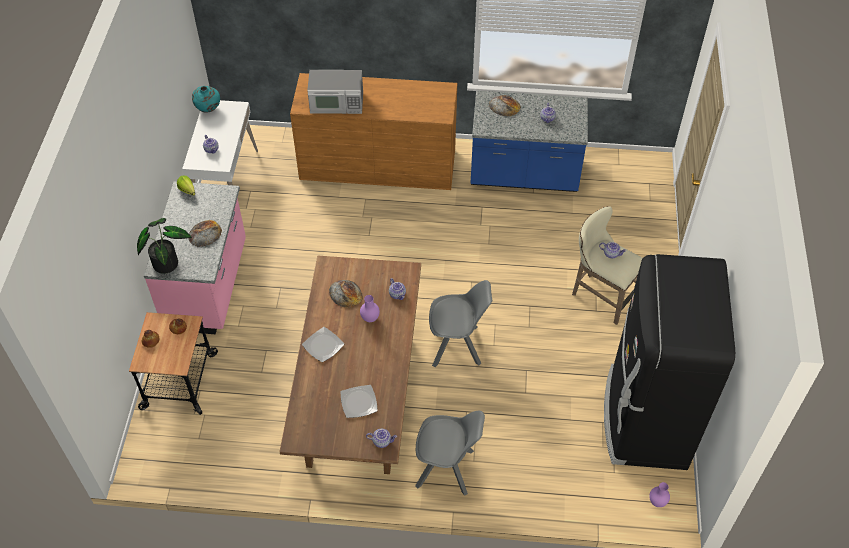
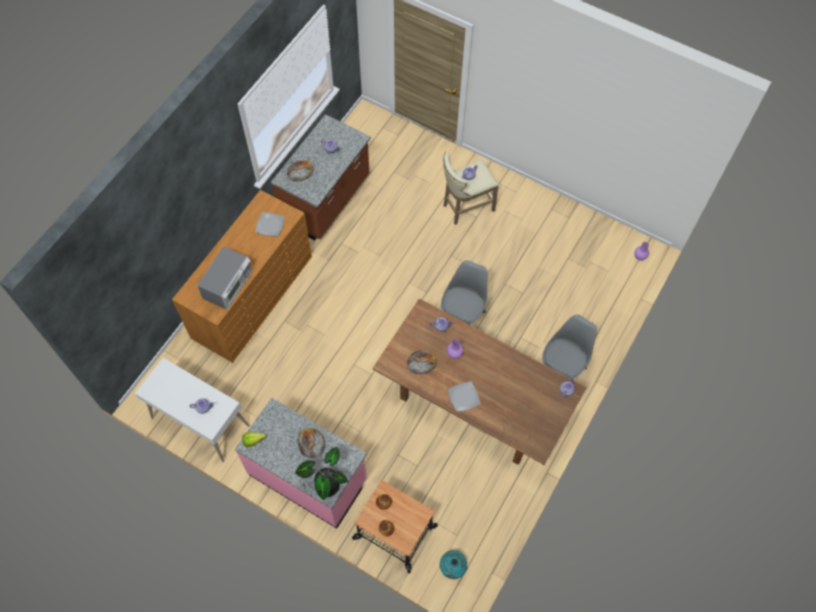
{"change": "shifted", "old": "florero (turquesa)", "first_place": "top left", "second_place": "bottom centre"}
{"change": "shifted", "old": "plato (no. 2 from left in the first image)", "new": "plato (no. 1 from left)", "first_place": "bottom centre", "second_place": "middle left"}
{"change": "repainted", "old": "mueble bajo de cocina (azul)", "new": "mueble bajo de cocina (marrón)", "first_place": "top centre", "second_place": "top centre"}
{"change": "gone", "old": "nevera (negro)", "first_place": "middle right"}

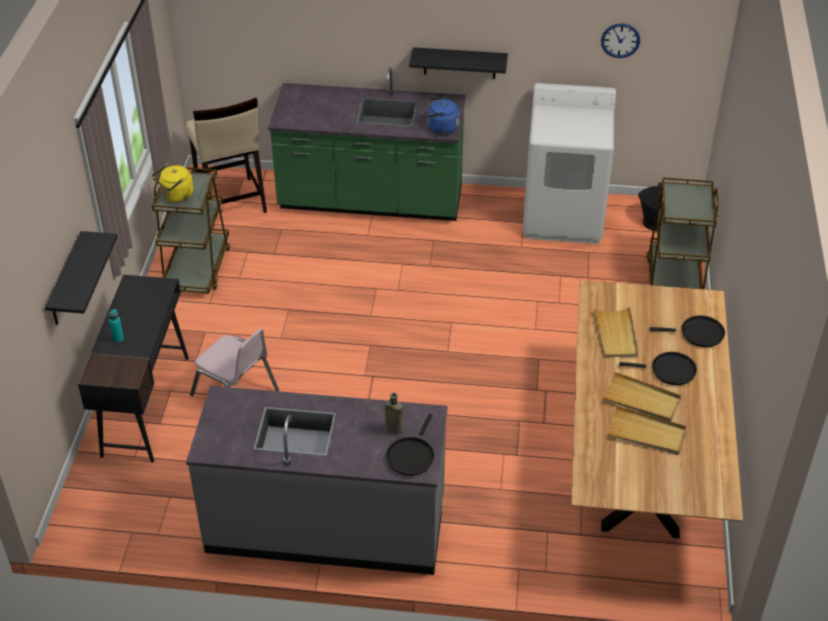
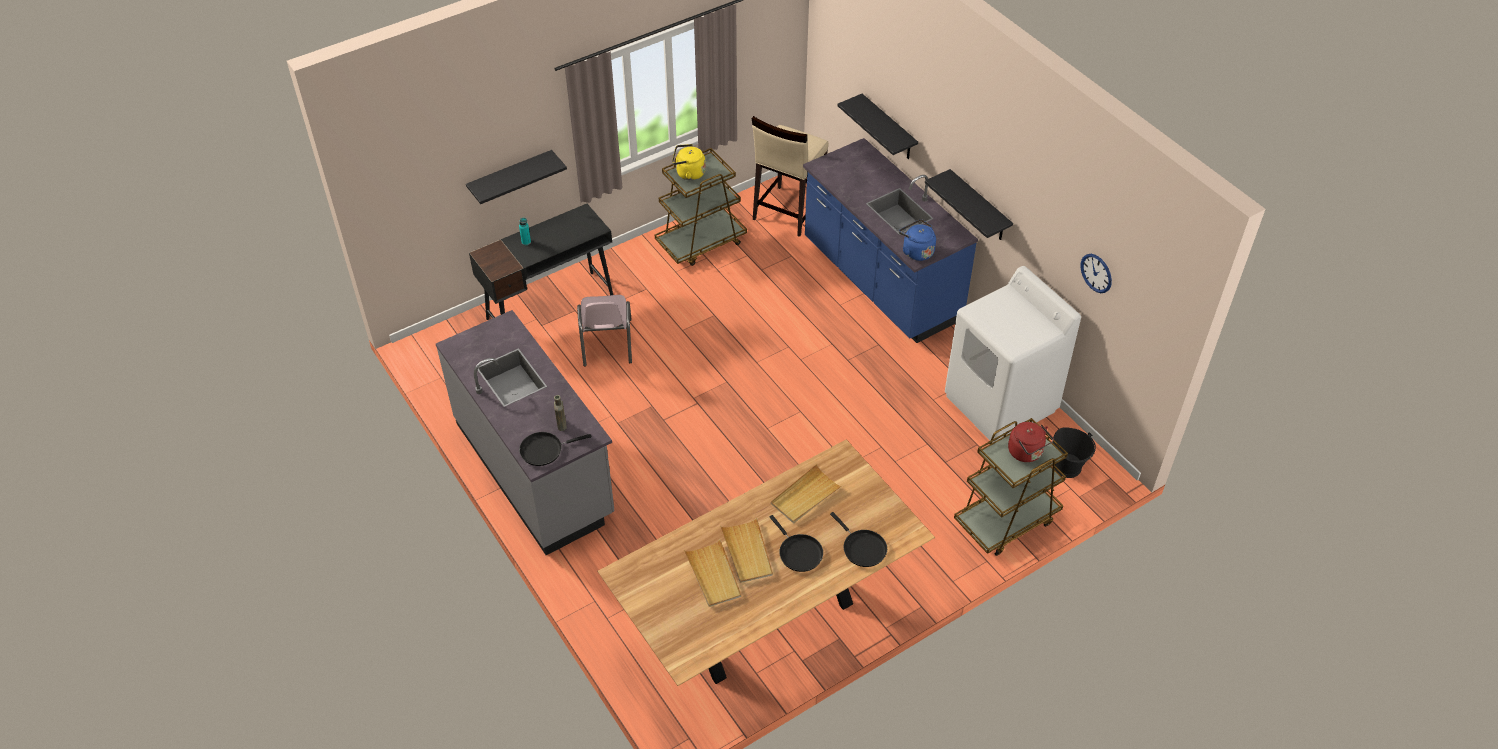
{"change": "repainted", "old": "mueble bajo de cocina (verde)", "new": "mueble bajo de cocina (azul)", "first_place": "top centre", "second_place": "top centre"}
{"change": "new", "new": "estante (negro) (no. 2 from left)", "second_place": "top centre"}
{"change": "new", "new": "hervidor (rojo)", "second_place": "middle right"}

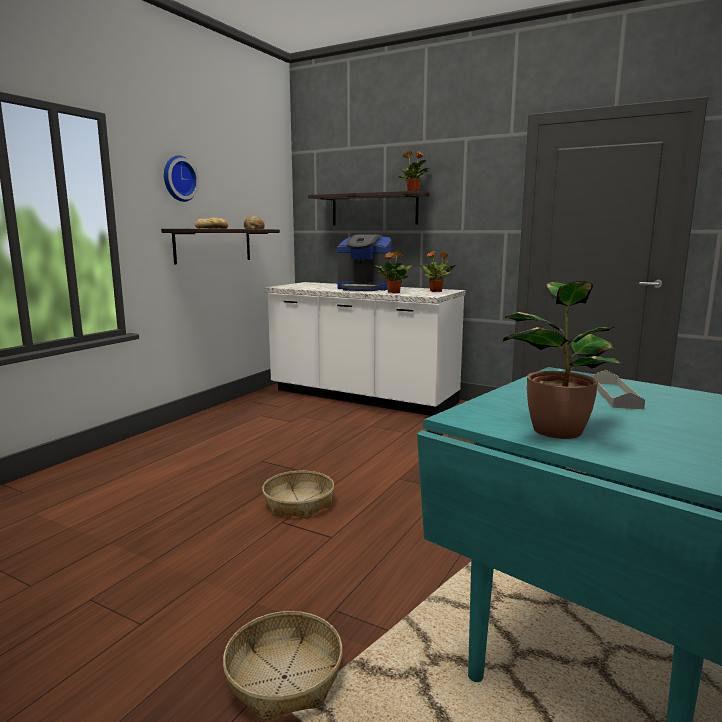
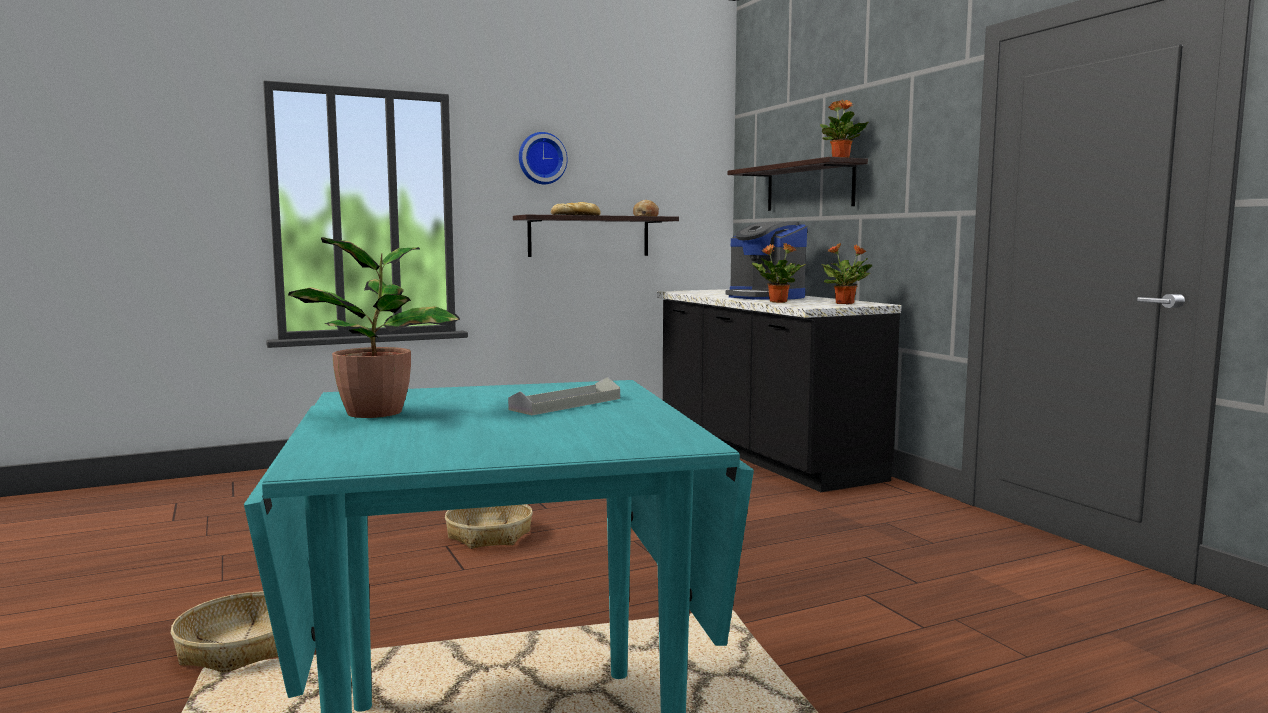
{"change": "repainted", "old": "mueble bajo de cocina (blanco)", "new": "mueble bajo de cocina (negro)", "first_place": "centre", "second_place": "centre"}

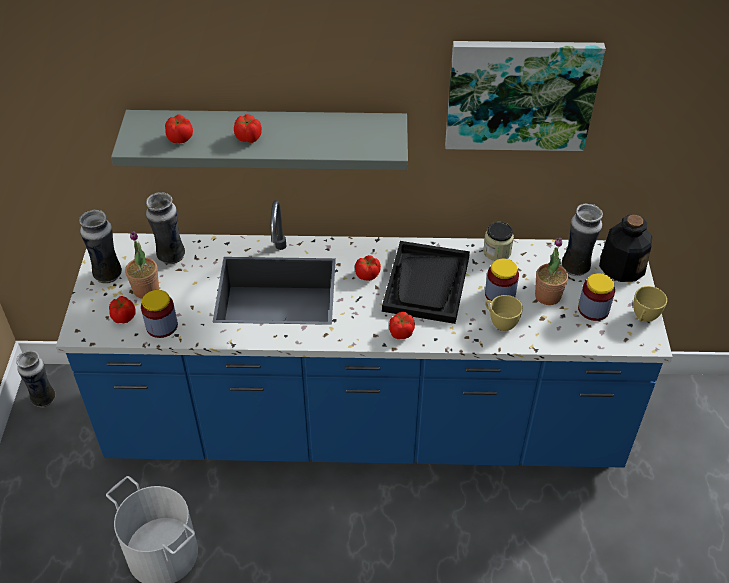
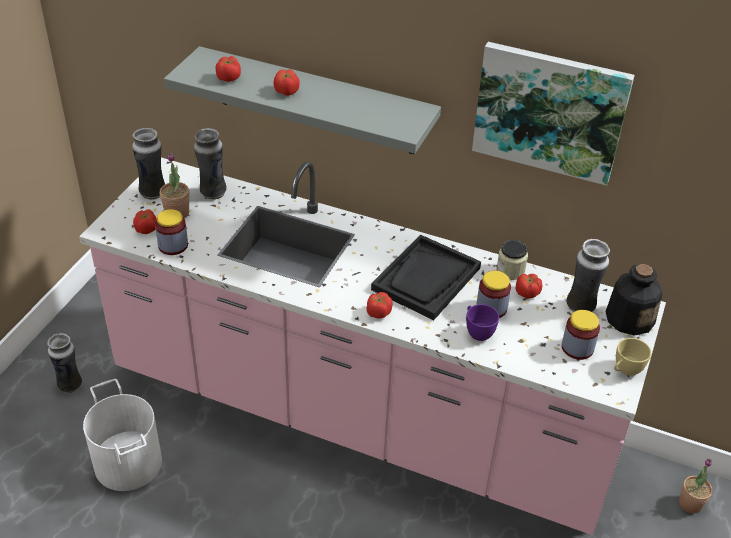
{"change": "shifted", "old": "florero (no. 1 from left)", "first_place": "middle left", "second_place": "bottom left"}
{"change": "repainted", "old": "mueble bajo de cocina (azul)", "new": "mueble bajo de cocina (rosa)", "first_place": "centre", "second_place": "centre"}
{"change": "shifted", "old": "tomate (no. 4 from left in the first image)", "new": "tomate (no. 5 from left)", "first_place": "centre", "second_place": "middle right"}
{"change": "repainted", "old": "taza (amarillo) (no. 1 from left)", "new": "taza (morado)", "first_place": "middle right", "second_place": "centre"}
{"change": "shifted", "old": "planta en maceta (no. 2 from left)", "first_place": "middle right", "second_place": "bottom right"}

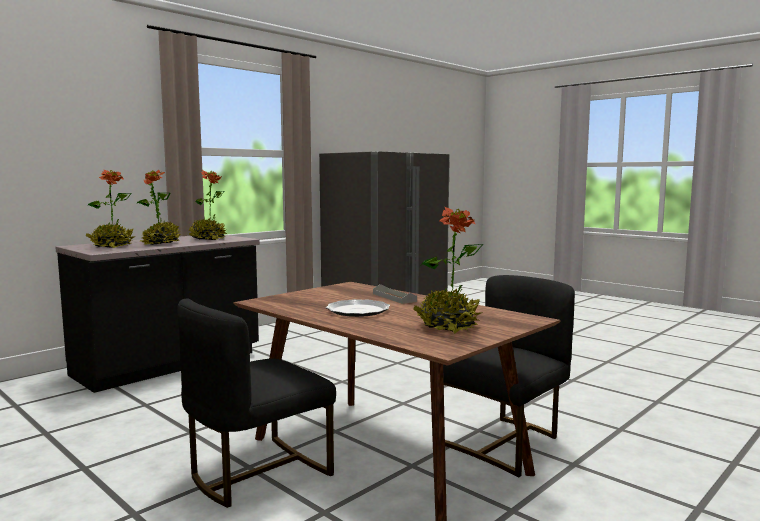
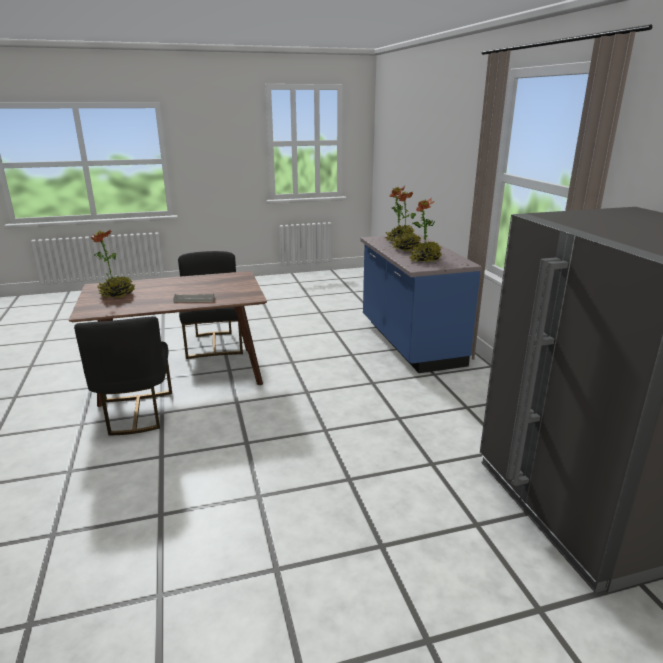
{"change": "repainted", "old": "mueble bajo de cocina (negro)", "new": "mueble bajo de cocina (azul)", "first_place": "middle left", "second_place": "centre"}
{"change": "gone", "old": "plato", "first_place": "centre"}

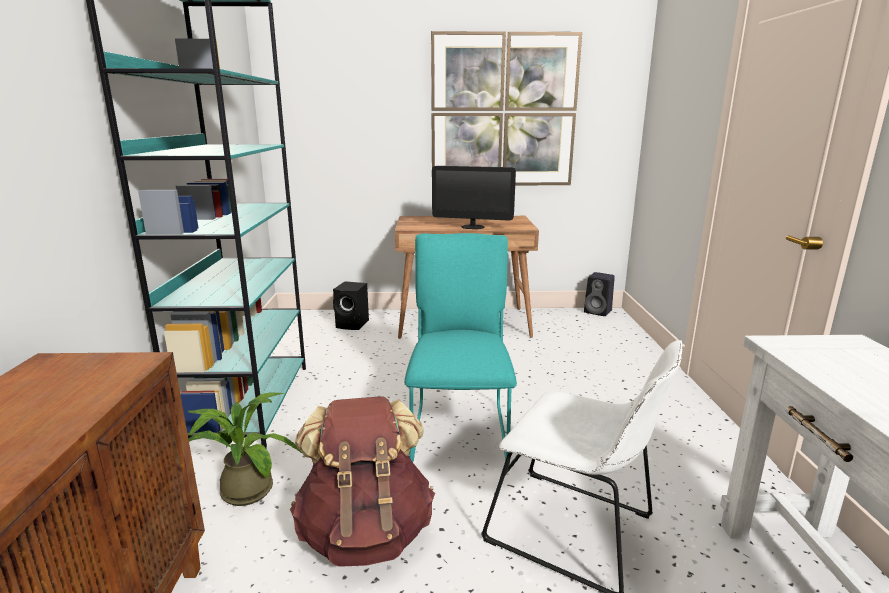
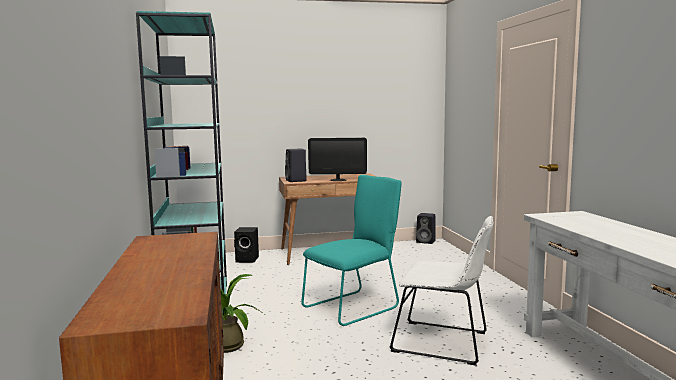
{"change": "gone", "old": "mochila (marrón)", "first_place": "bottom centre"}
{"change": "rotated", "old": "silla (turquesa)", "first_place": "centre", "second_place": "centre", "degrees": 60}
{"change": "gone", "old": "cuadro", "first_place": "top centre"}
{"change": "new", "new": "altavoz (negro) (no. 2 from left)", "second_place": "centre"}

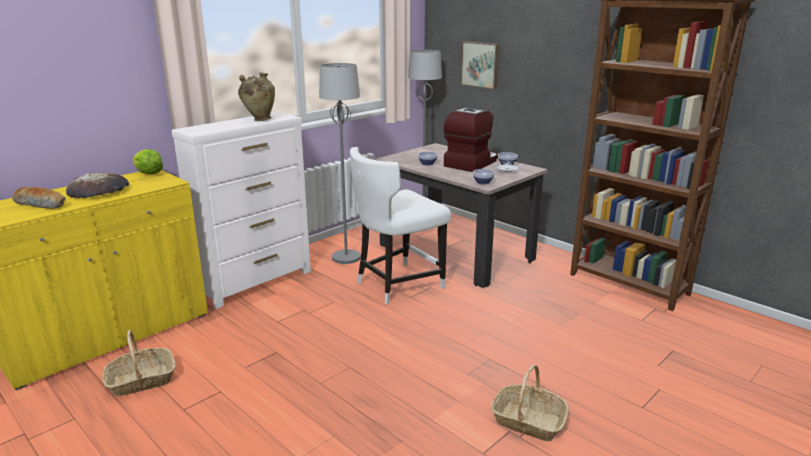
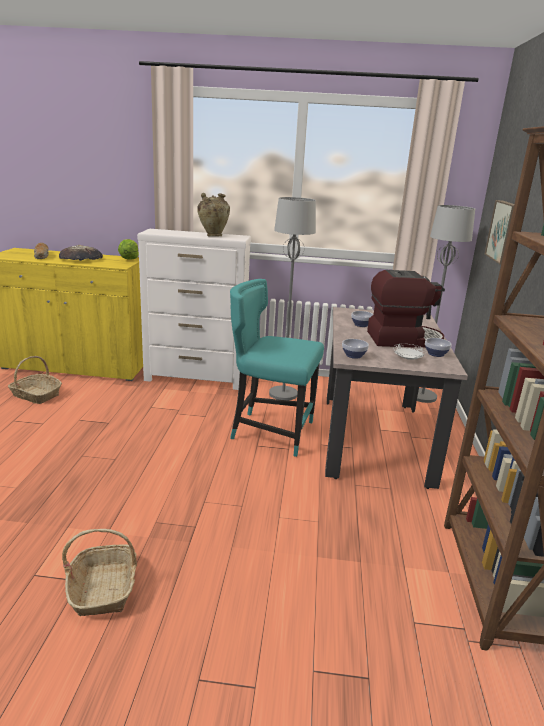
{"change": "repainted", "old": "silla (blanco)", "new": "silla (turquesa)", "first_place": "centre", "second_place": "centre"}

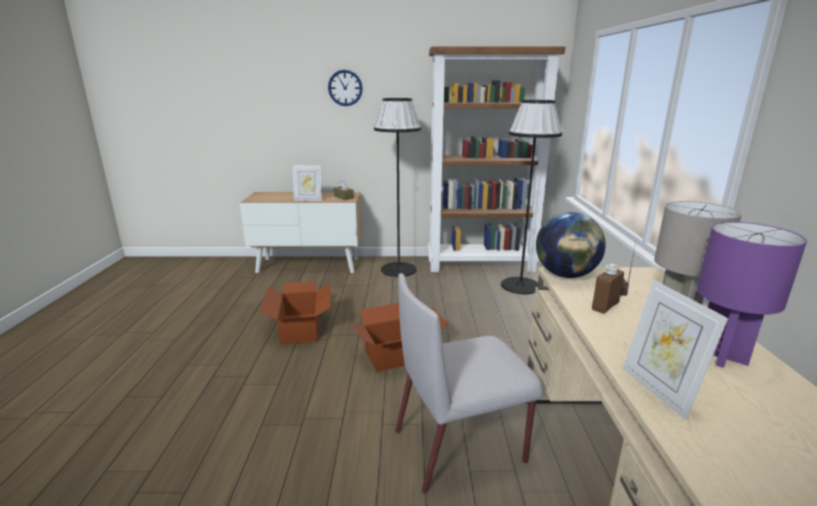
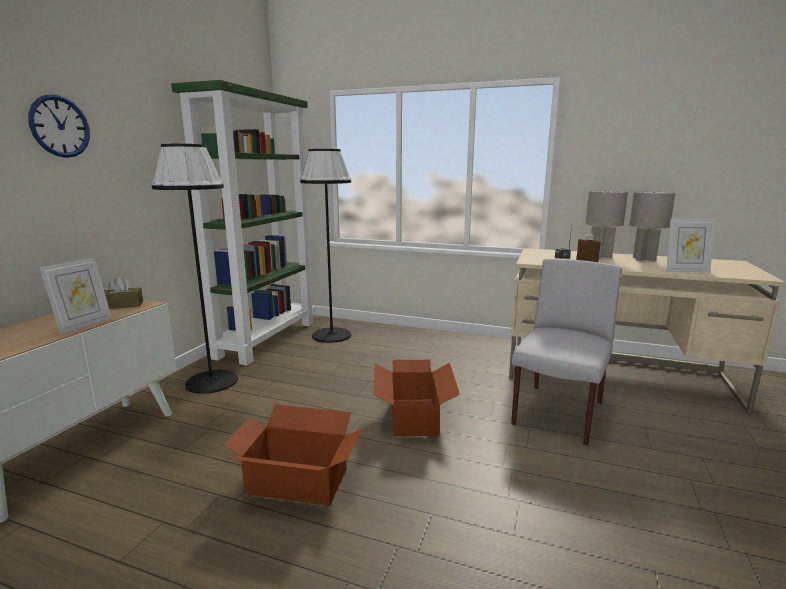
{"change": "rotated", "old": "silla (gris)", "first_place": "bottom centre", "second_place": "middle right", "degrees": -150}
{"change": "repainted", "old": "estantería (marrón)", "new": "estantería (verde)", "first_place": "top centre", "second_place": "middle left"}
{"change": "gone", "old": "globo terráqueo", "first_place": "middle right"}
{"change": "repainted", "old": "lámpara de mesa (morado)", "new": "lámpara de mesa (gris) (no. 2 from left)", "first_place": "middle right", "second_place": "middle right"}

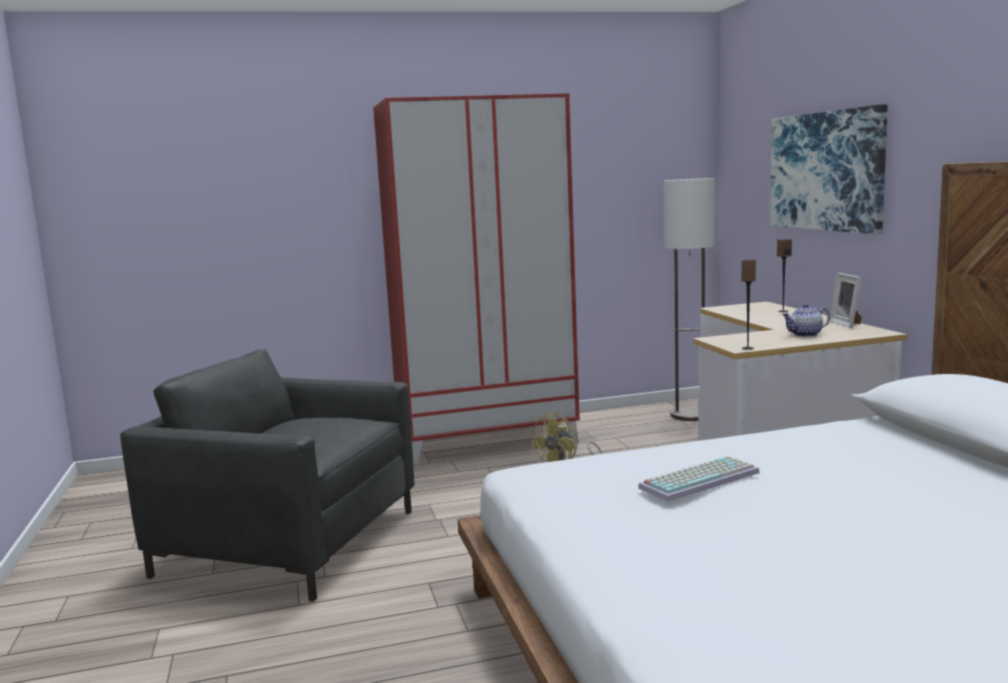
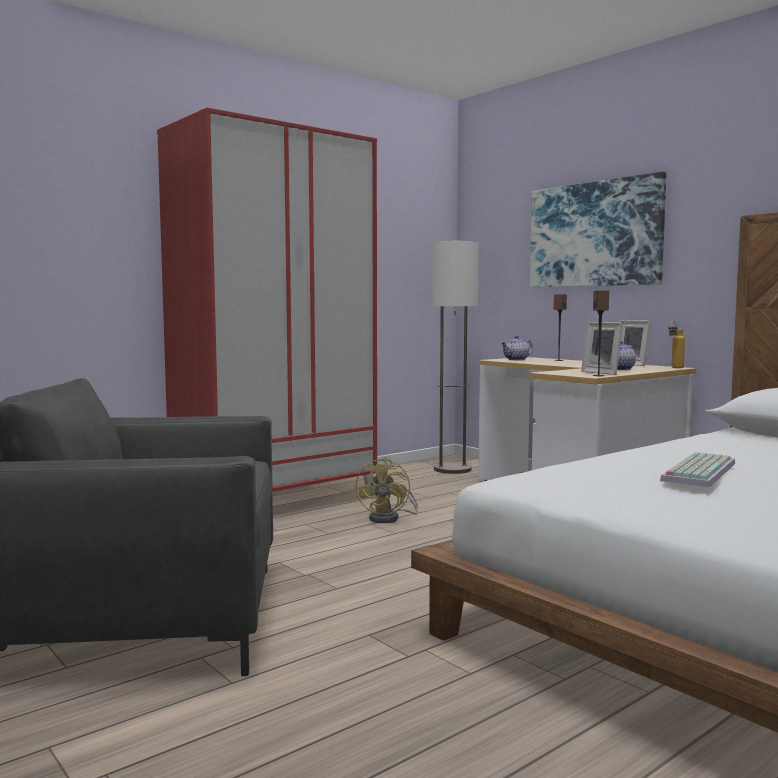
{"change": "new", "new": "tetera (no. 1 from left)", "second_place": "centre"}
{"change": "new", "new": "portarretratos (no. 1 from left)", "second_place": "middle right"}
{"change": "new", "new": "botella", "second_place": "middle right"}

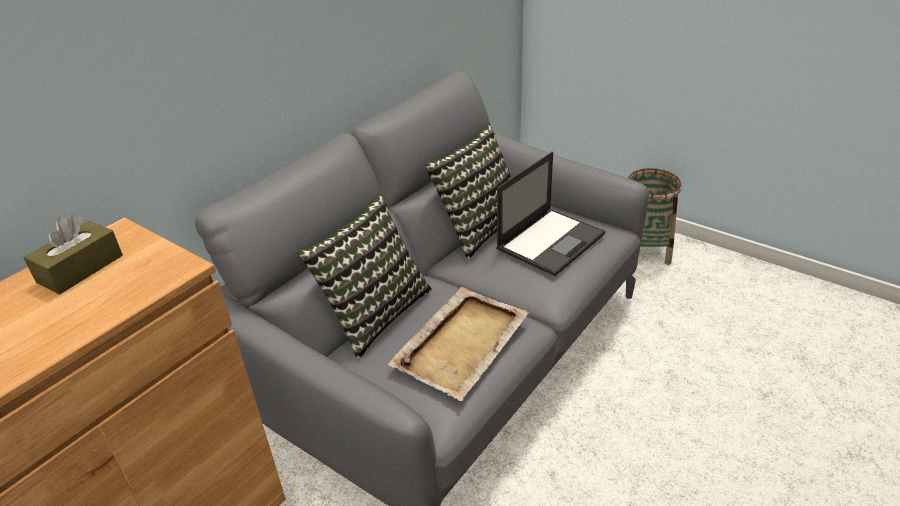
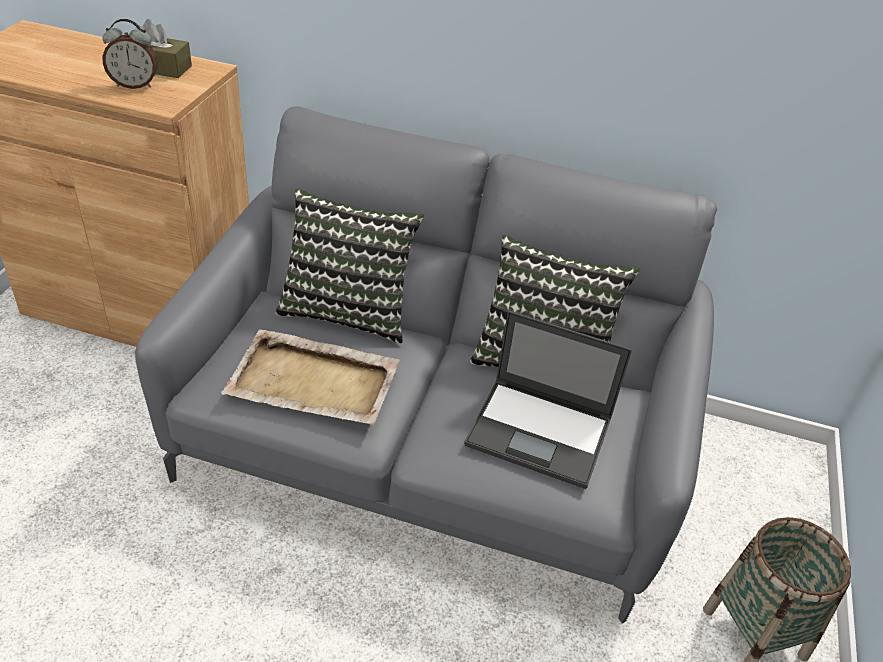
{"change": "new", "new": "despertador", "second_place": "top left"}

